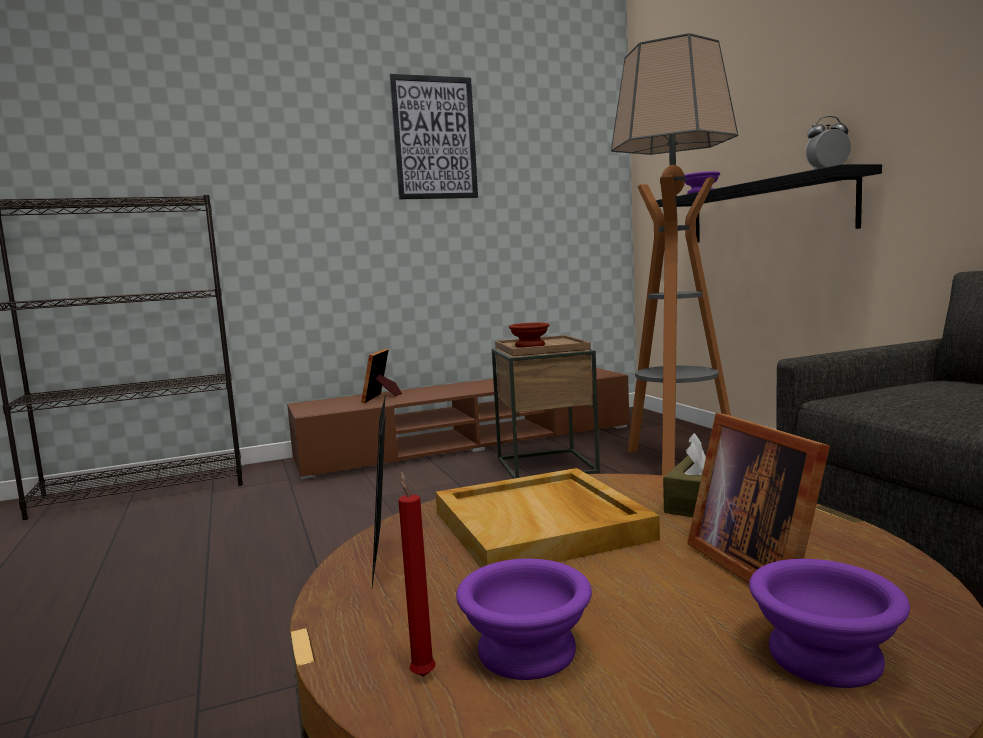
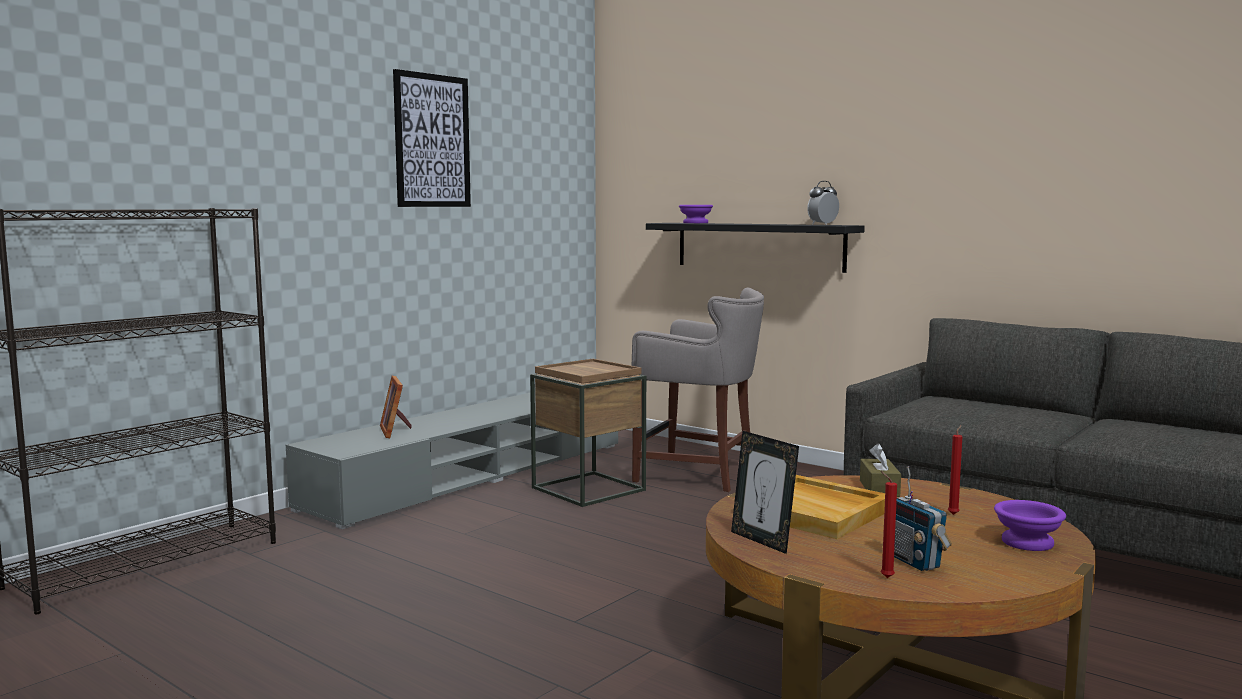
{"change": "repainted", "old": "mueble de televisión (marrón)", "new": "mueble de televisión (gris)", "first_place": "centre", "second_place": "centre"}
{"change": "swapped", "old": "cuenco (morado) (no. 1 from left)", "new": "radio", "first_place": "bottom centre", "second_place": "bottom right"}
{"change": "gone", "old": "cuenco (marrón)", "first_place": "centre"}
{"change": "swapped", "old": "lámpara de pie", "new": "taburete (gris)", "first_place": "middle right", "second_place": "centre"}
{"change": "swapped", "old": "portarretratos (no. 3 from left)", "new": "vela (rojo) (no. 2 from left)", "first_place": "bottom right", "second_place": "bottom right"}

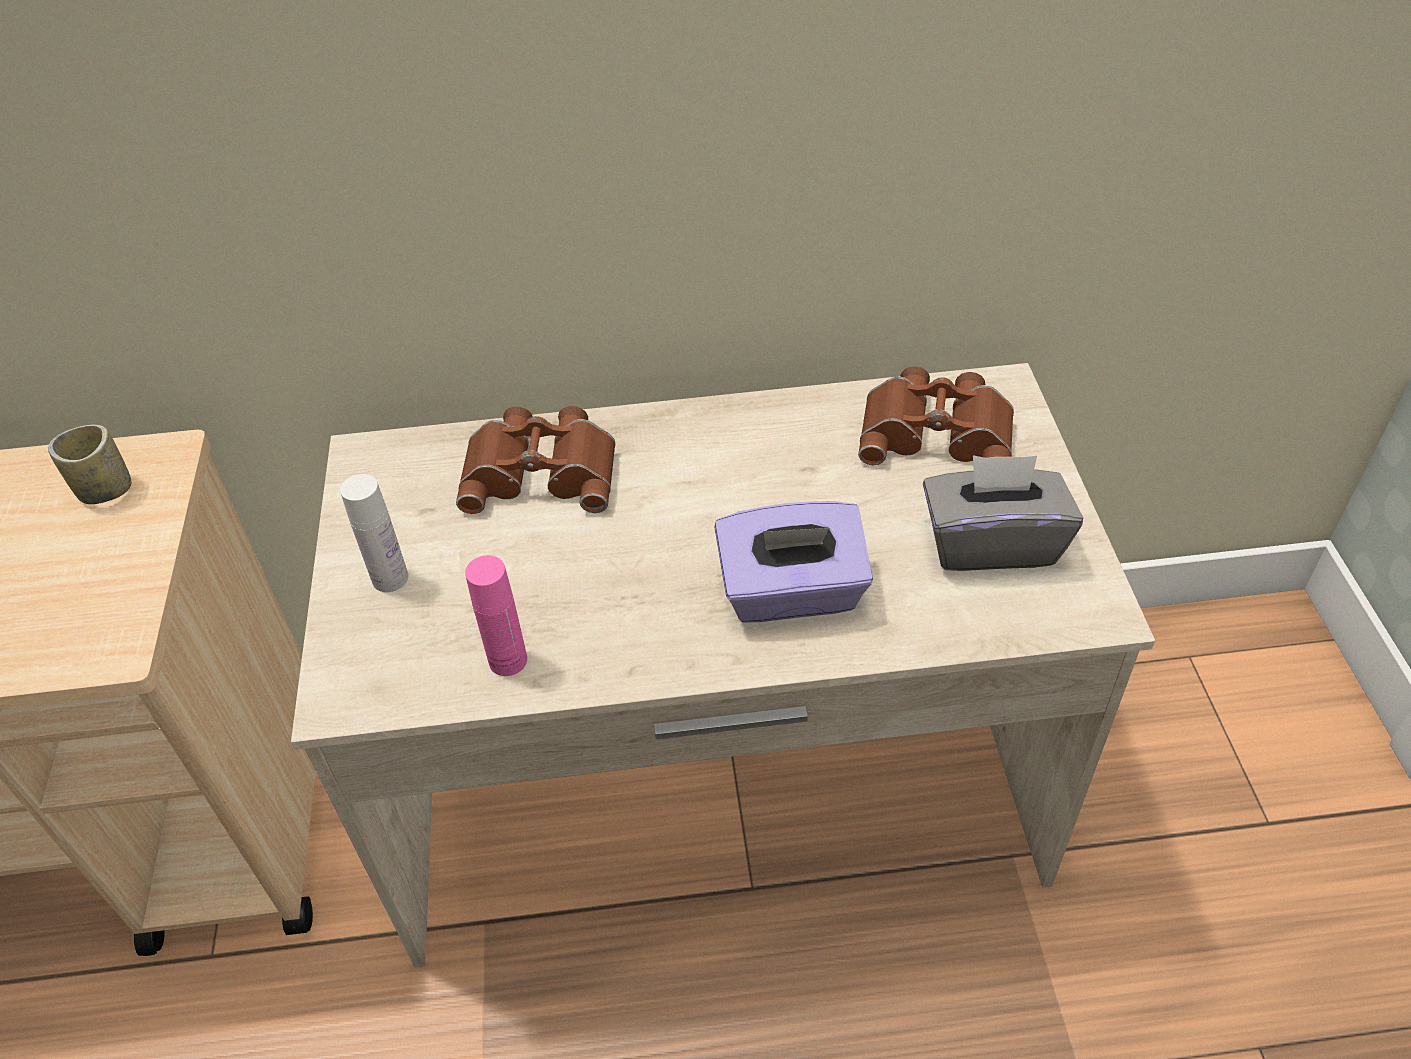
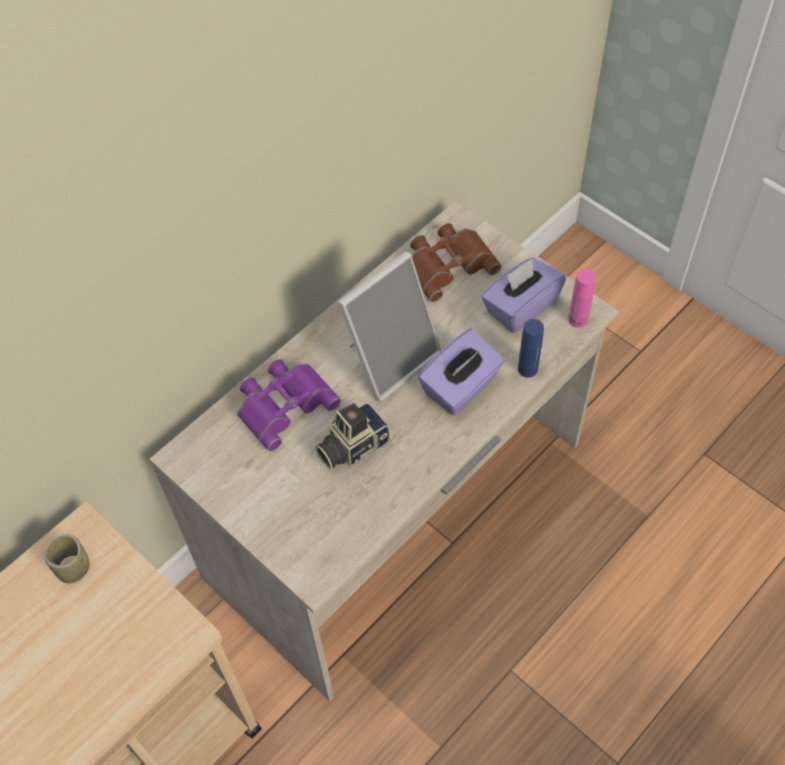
{"change": "gone", "old": "botella (blanco)", "first_place": "middle left"}
{"change": "repainted", "old": "prismáticos (marrón) (no. 1 from left)", "new": "prismáticos (morado)", "first_place": "centre", "second_place": "centre"}
{"change": "shifted", "old": "botella (rosa)", "first_place": "centre", "second_place": "middle right"}
{"change": "repainted", "old": "caja de pañuelos (gris)", "new": "caja de pañuelos (morado) (no. 2 from left)", "first_place": "middle right", "second_place": "centre"}
{"change": "new", "new": "cámara", "second_place": "centre"}
{"change": "new", "new": "portarretratos", "second_place": "centre"}
{"change": "new", "new": "botella (azul)", "second_place": "middle right"}

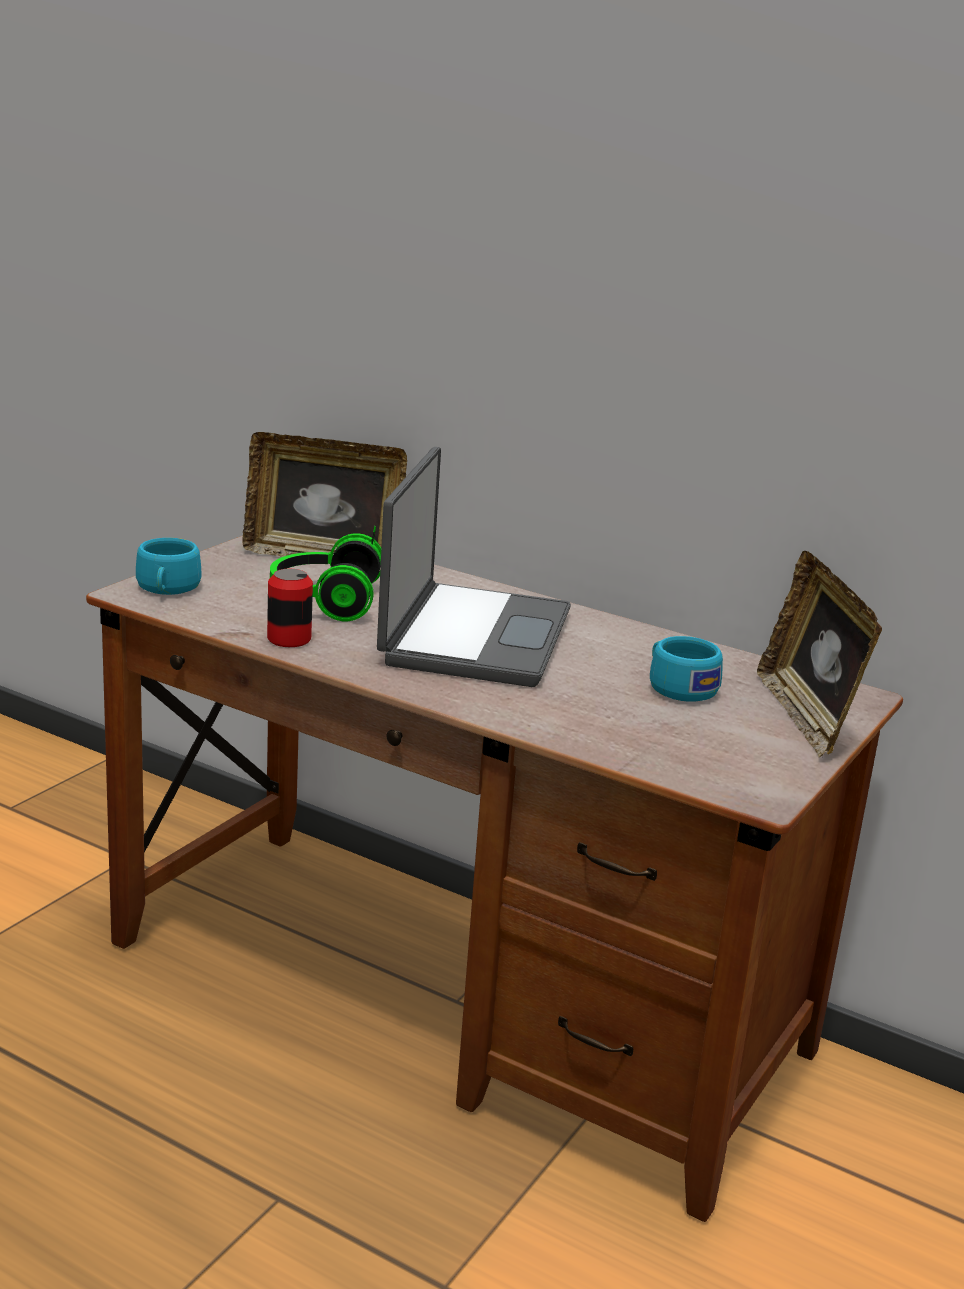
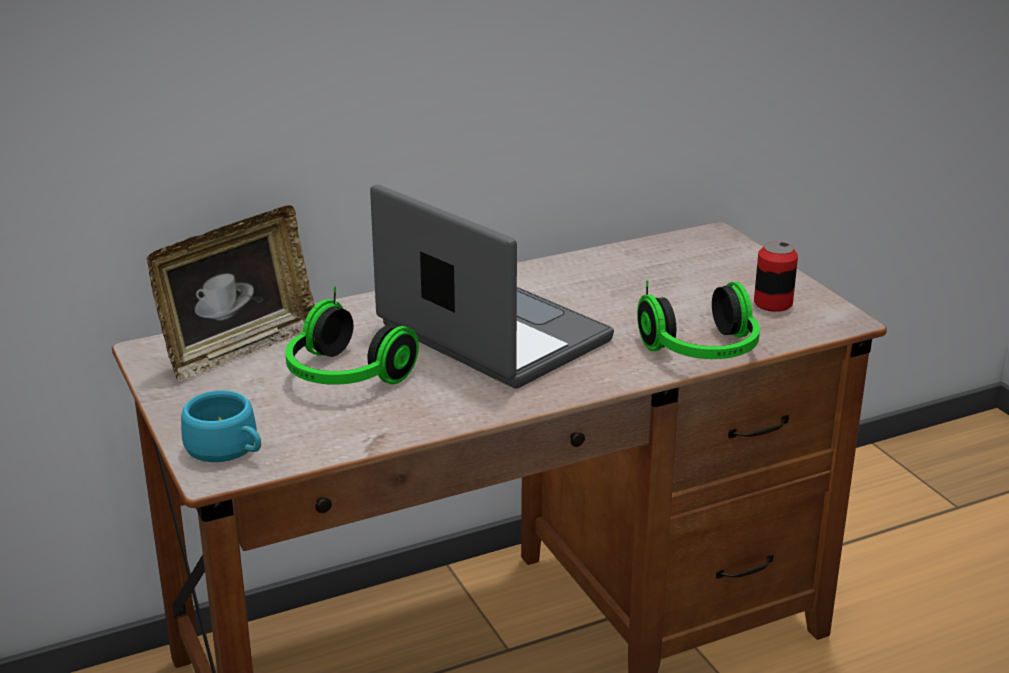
{"change": "shifted", "old": "lata", "first_place": "middle left", "second_place": "middle right"}
{"change": "gone", "old": "taza (turquesa) (no. 2 from left)", "first_place": "middle right"}
{"change": "gone", "old": "portarretratos (no. 2 from left)", "first_place": "middle right"}
{"change": "new", "new": "auriculares (no. 2 from left)", "second_place": "middle right"}

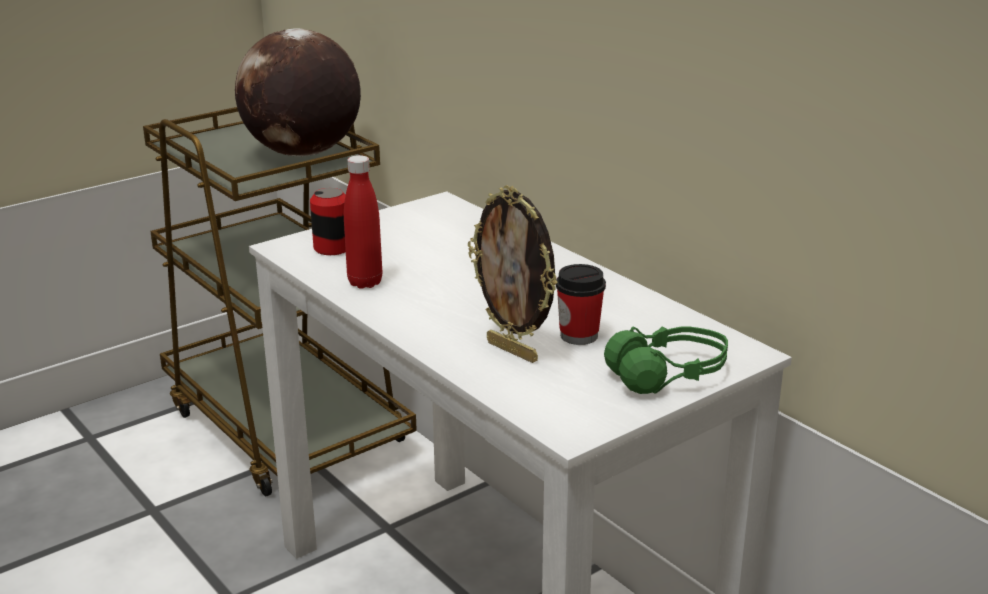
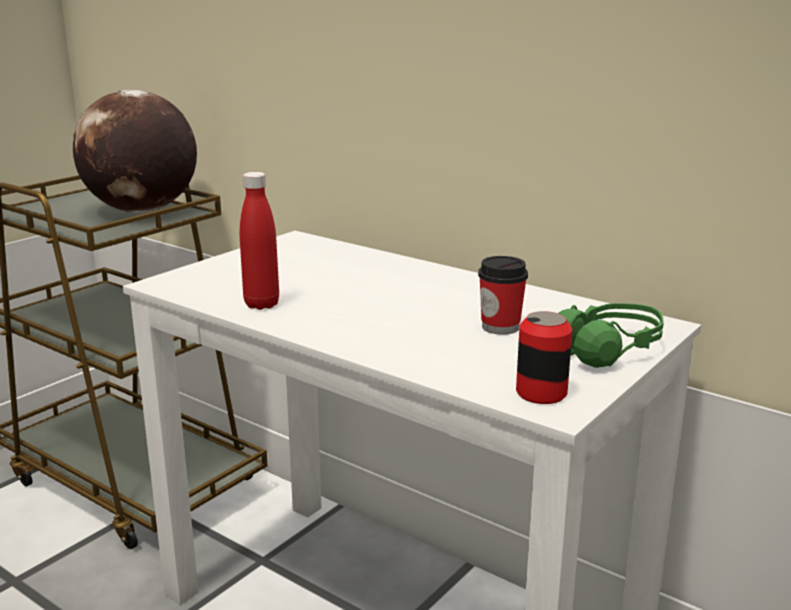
{"change": "shifted", "old": "lata", "first_place": "middle left", "second_place": "middle right"}
{"change": "gone", "old": "portarretratos", "first_place": "centre"}

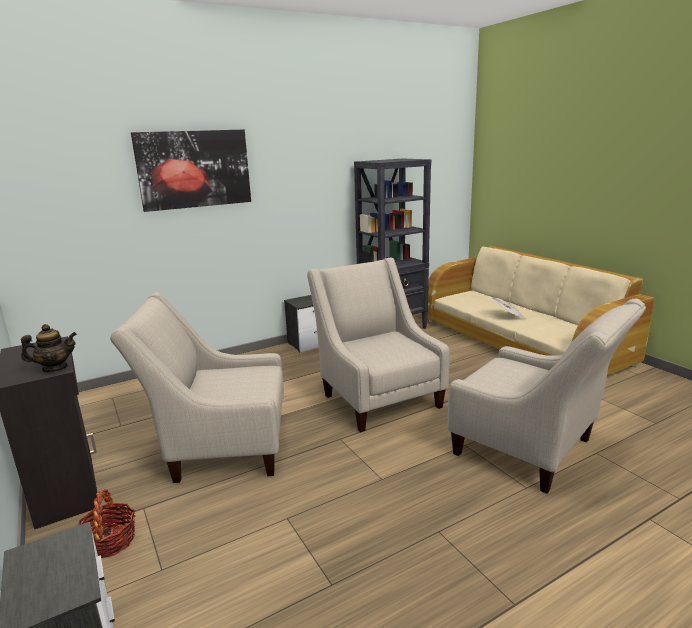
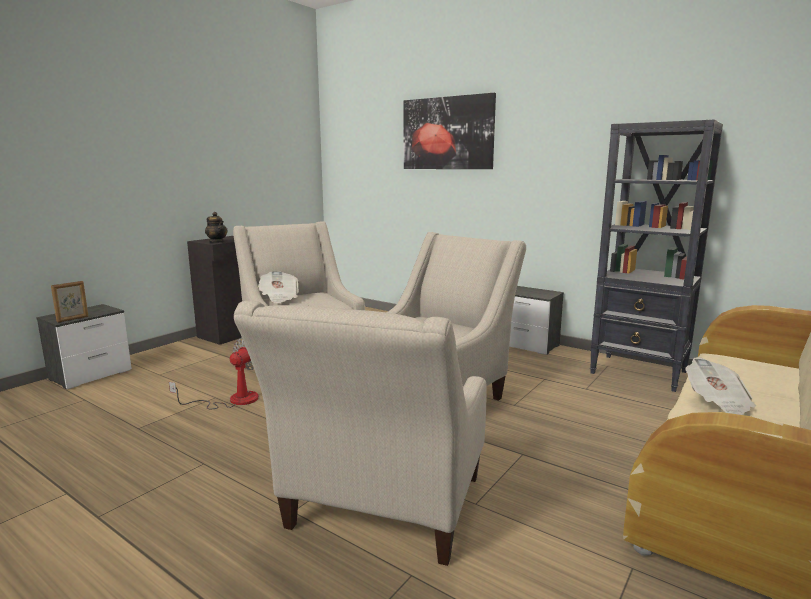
{"change": "gone", "old": "cesta", "first_place": "bottom left"}
{"change": "new", "new": "portarretratos", "second_place": "middle left"}
{"change": "new", "new": "ventilador", "second_place": "middle left"}
{"change": "new", "new": "periódico (no. 1 from left)", "second_place": "centre"}

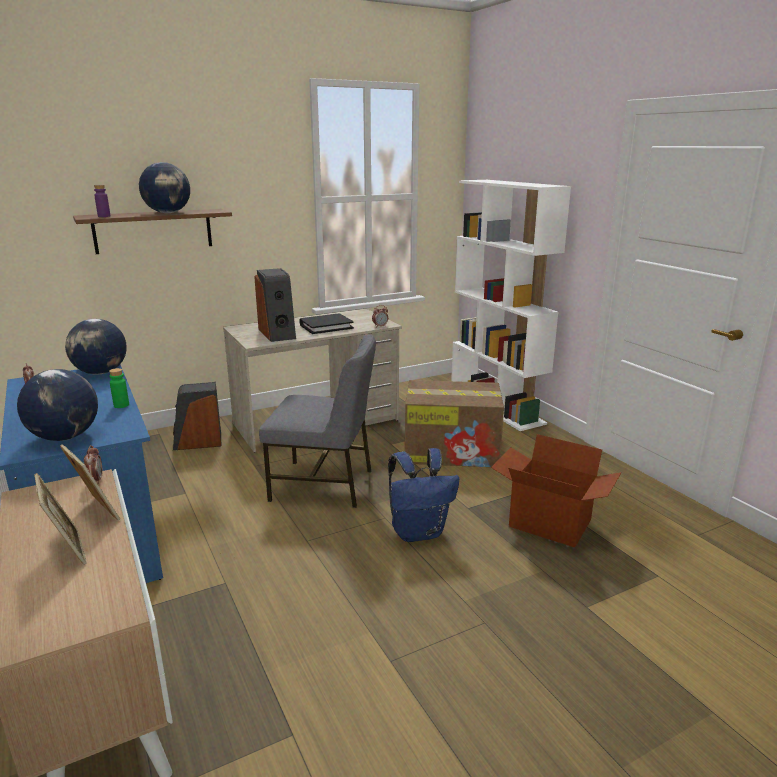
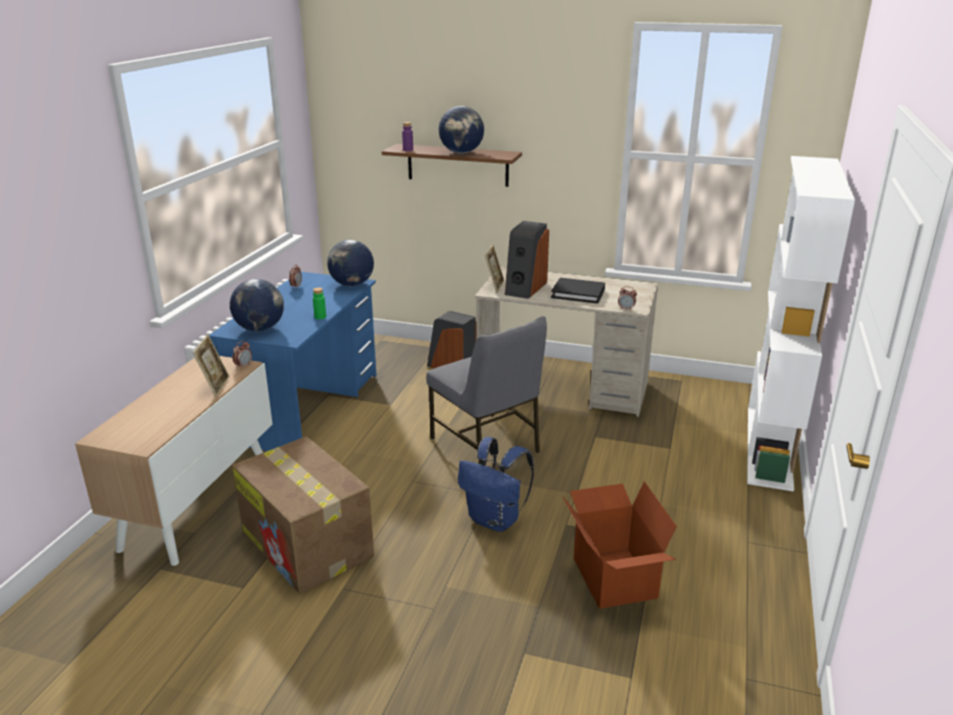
{"change": "shifted", "old": "portarretratos (no. 1 from left in the first image)", "new": "portarretratos (no. 2 from left)", "first_place": "bottom left", "second_place": "centre"}
{"change": "shifted", "old": "caja de cartón (no. 1 from left)", "first_place": "centre", "second_place": "bottom left"}

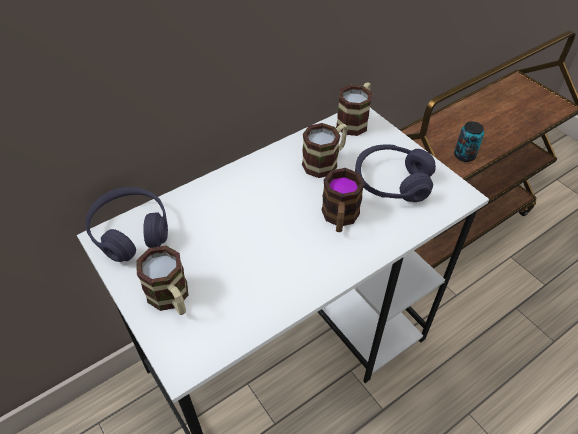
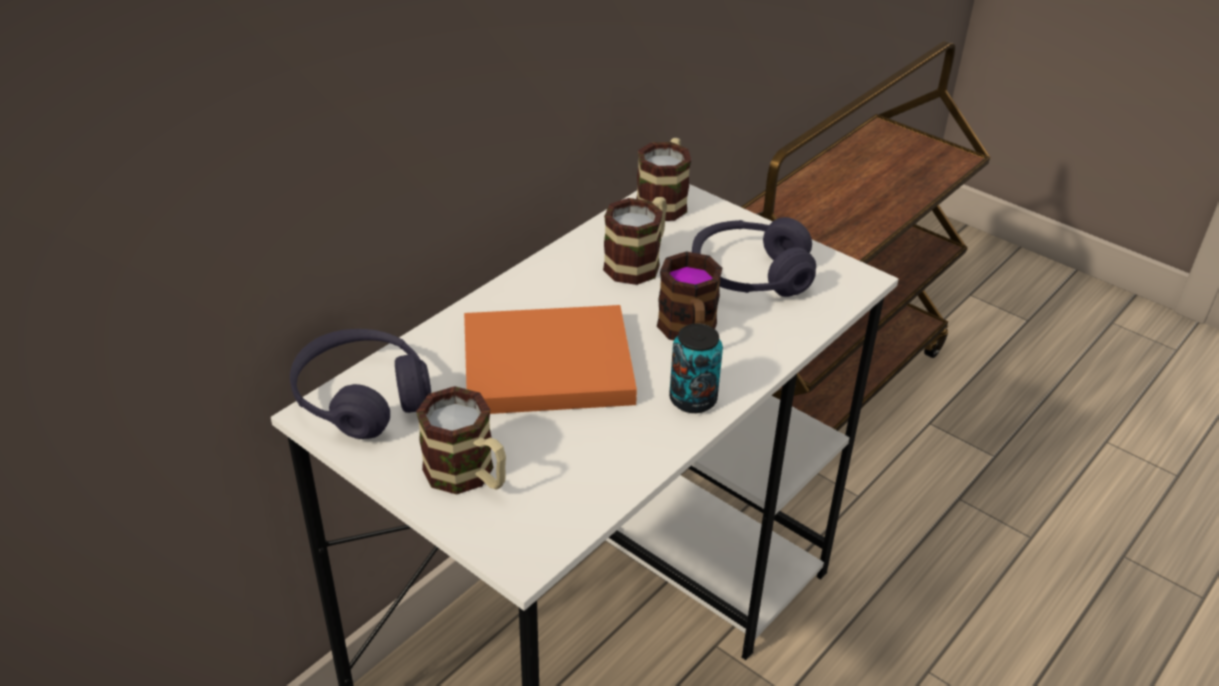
{"change": "shifted", "old": "lata", "first_place": "top right", "second_place": "centre"}
{"change": "new", "new": "libro (naranja)", "second_place": "centre"}

